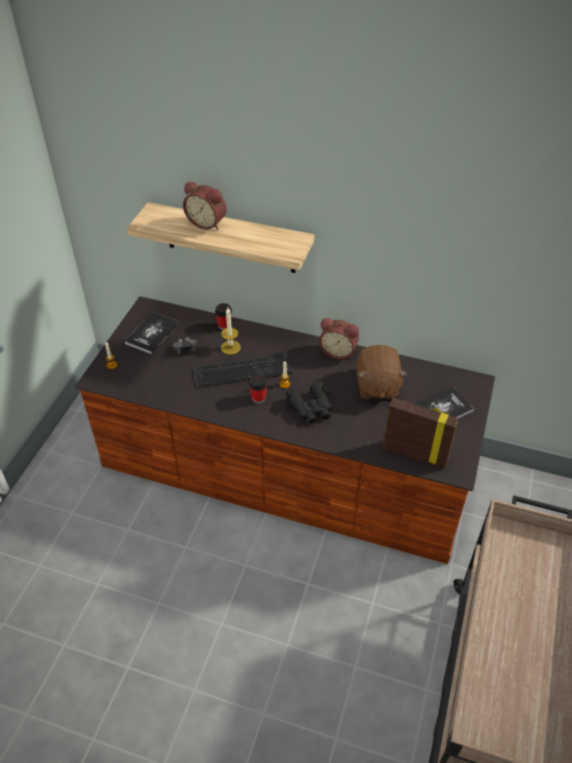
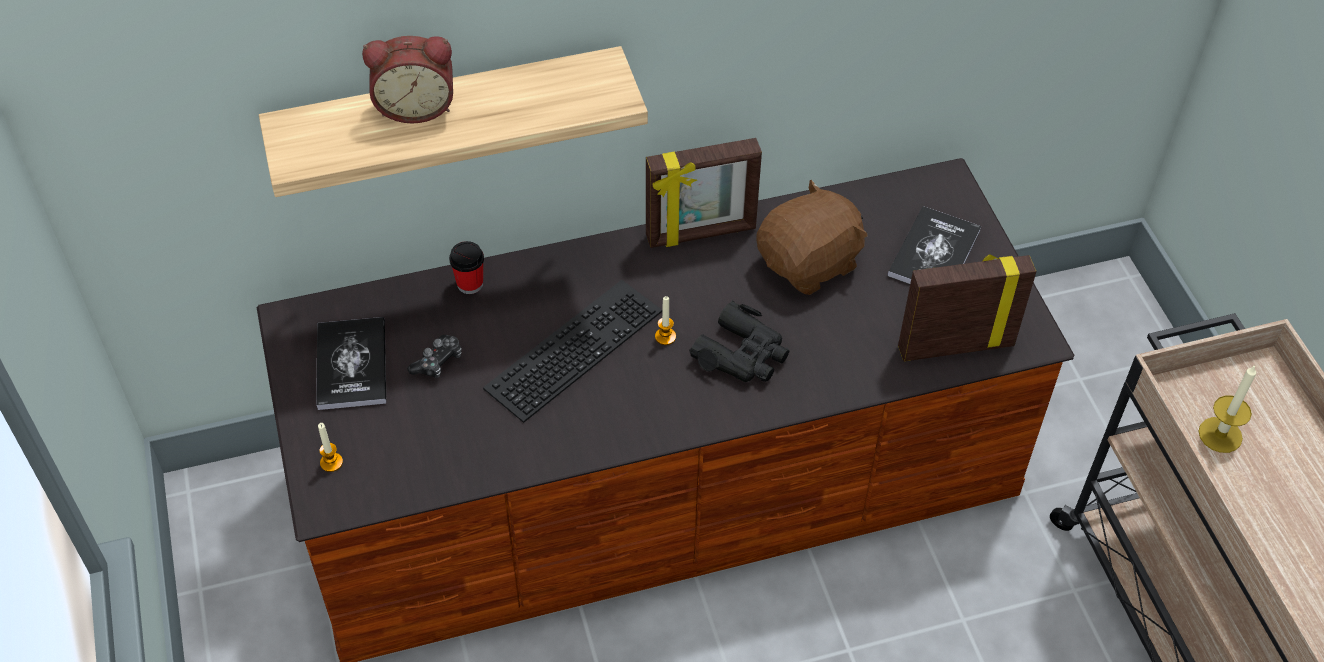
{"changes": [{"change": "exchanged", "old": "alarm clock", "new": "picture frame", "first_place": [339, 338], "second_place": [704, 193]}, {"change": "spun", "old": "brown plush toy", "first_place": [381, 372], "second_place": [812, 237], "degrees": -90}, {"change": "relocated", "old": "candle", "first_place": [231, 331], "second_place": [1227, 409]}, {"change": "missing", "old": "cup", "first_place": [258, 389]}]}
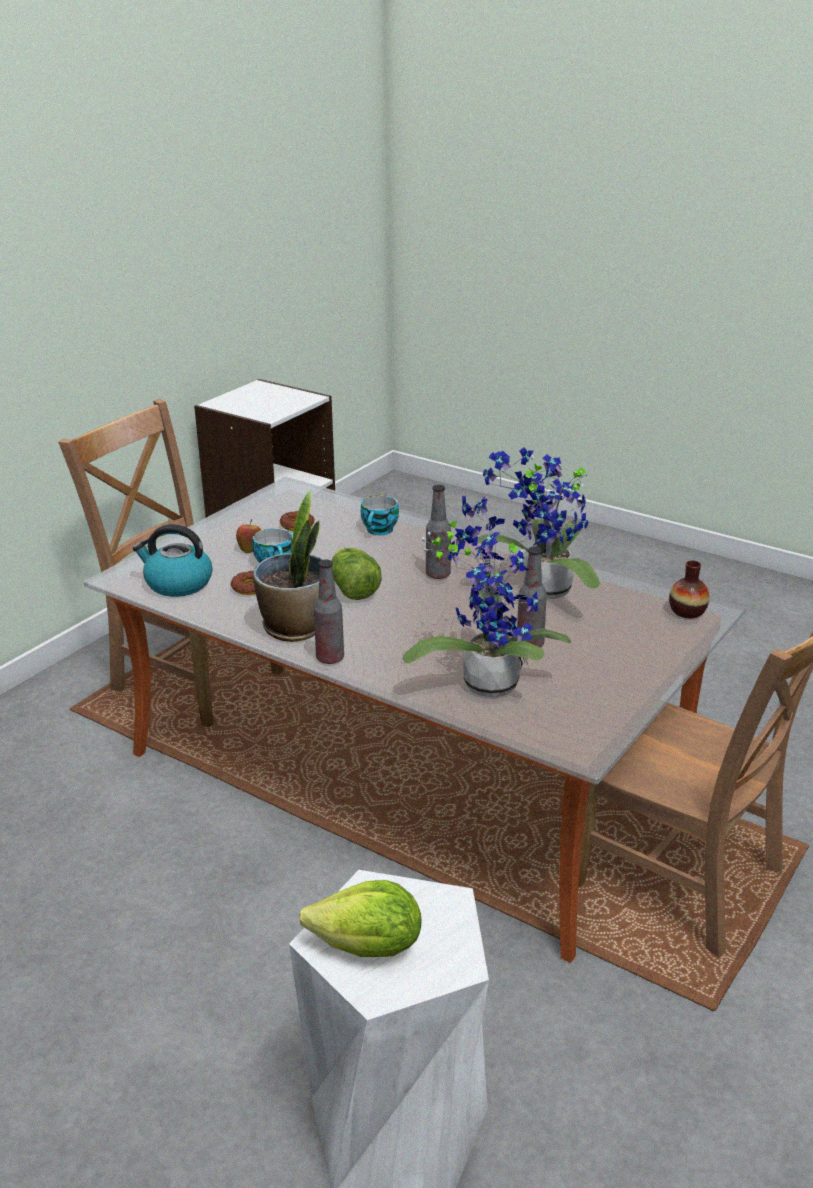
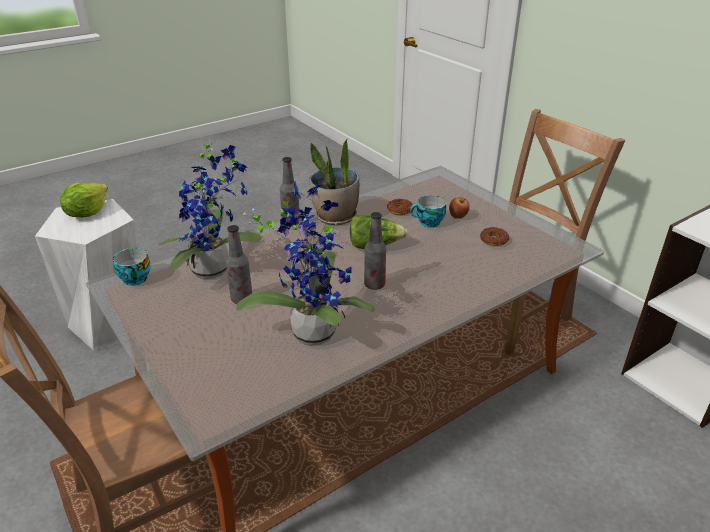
{"changes": [{"change": "relocated", "old": "cup", "first_place": [379, 515], "second_place": [131, 267]}, {"change": "missing", "old": "kettle", "first_place": [172, 560]}, {"change": "missing", "old": "vase", "first_place": [689, 589]}]}
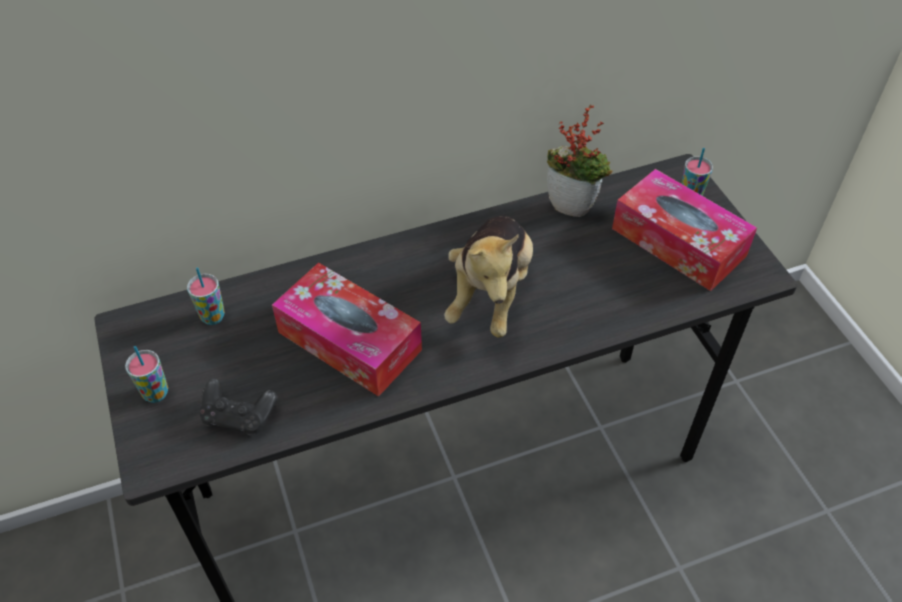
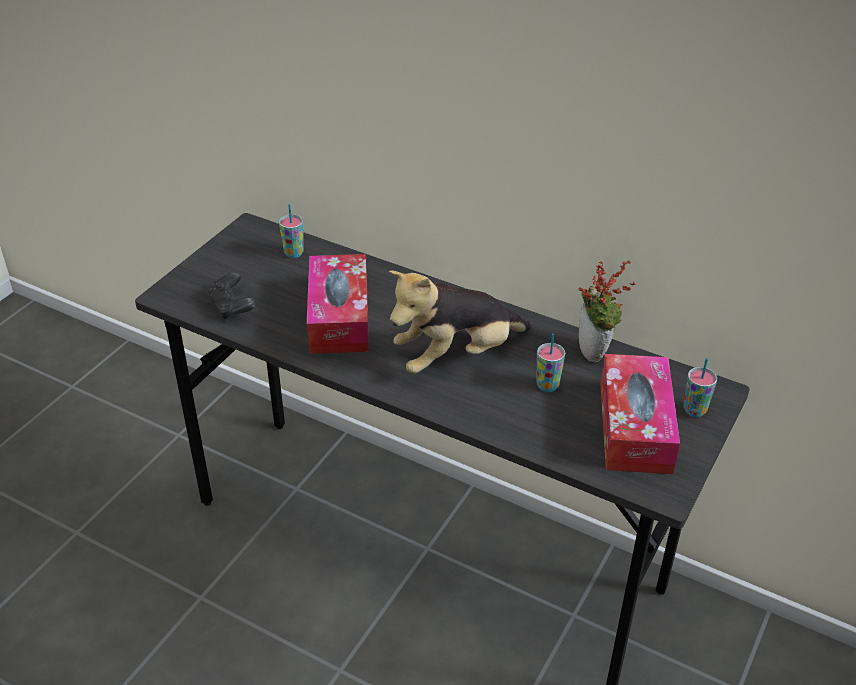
{"changes": [{"change": "relocated", "old": "cup", "first_place": [146, 374], "second_place": [550, 363]}]}
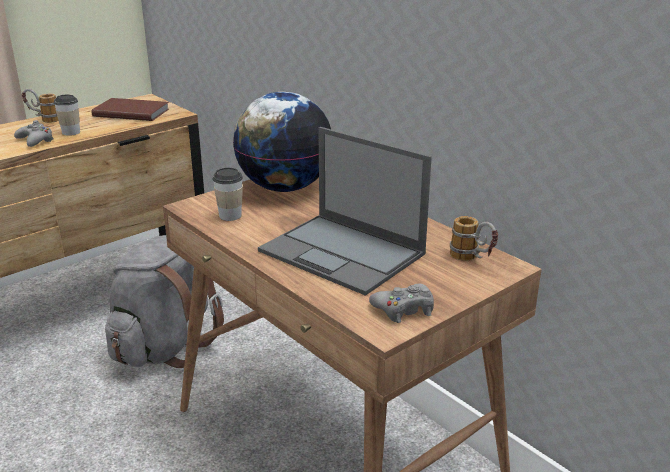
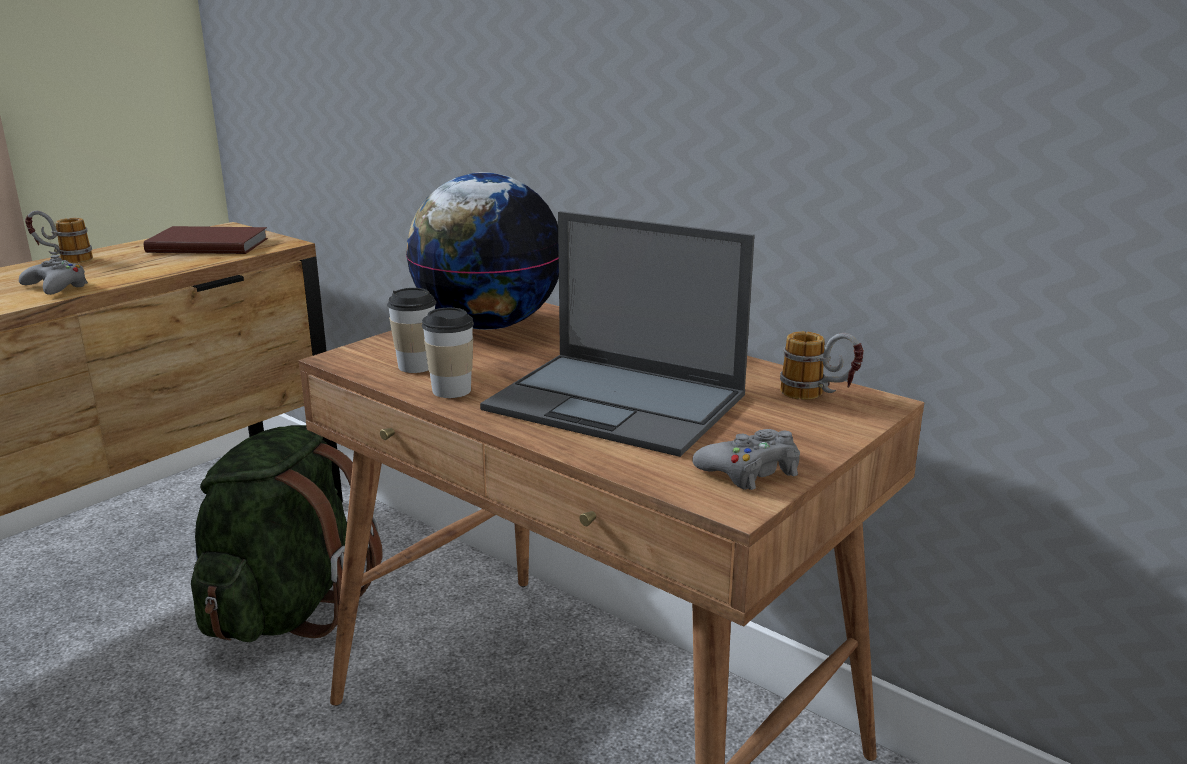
{"changes": [{"change": "colour", "old": "grey backpack", "new": "green backpack", "first_place": [164, 301], "second_place": [287, 533]}, {"change": "relocated", "old": "cup", "first_place": [67, 115], "second_place": [448, 353]}]}
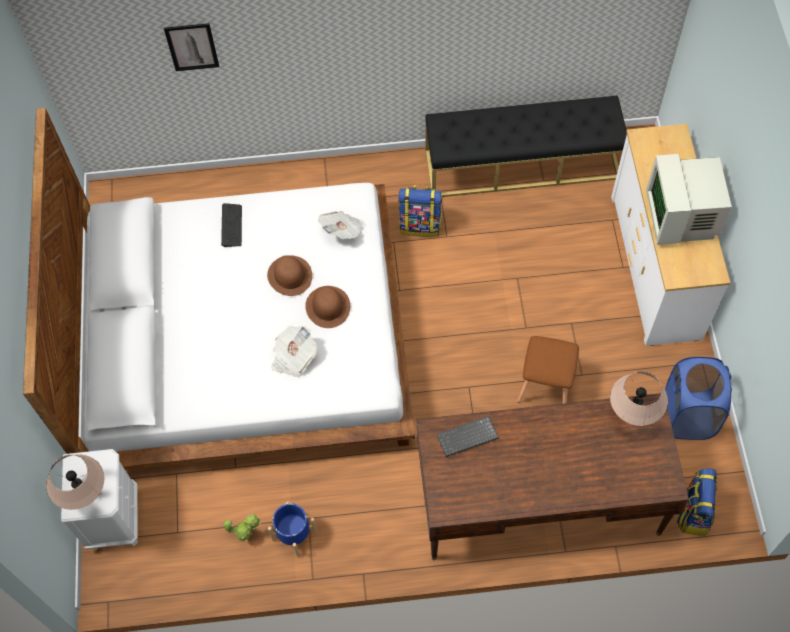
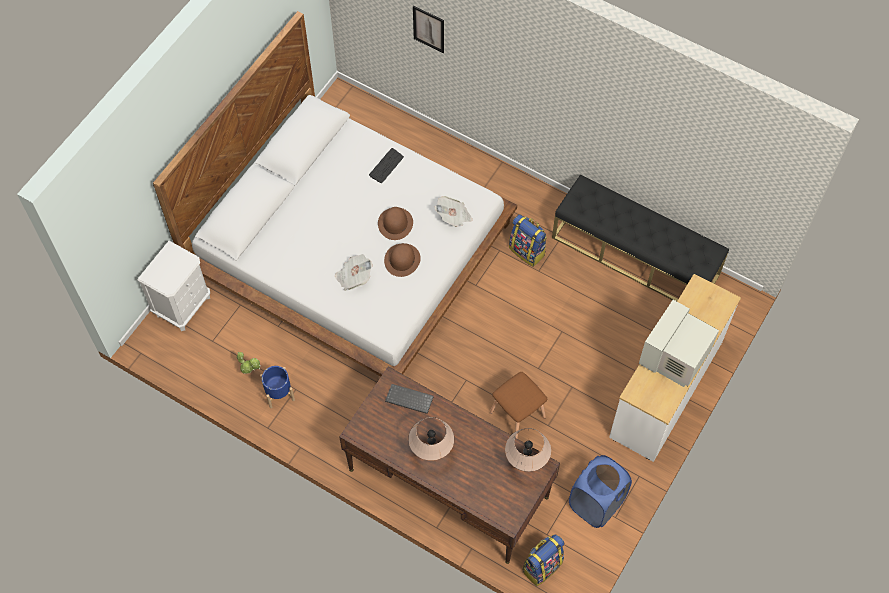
{"changes": [{"change": "relocated", "old": "beige table lamp", "first_place": [75, 482], "second_place": [431, 438]}]}
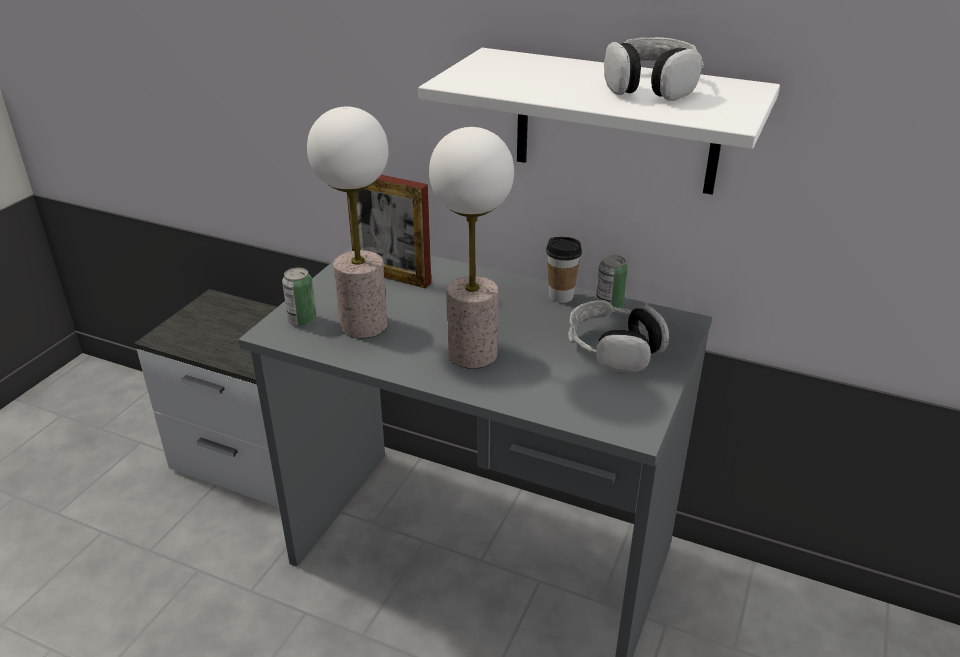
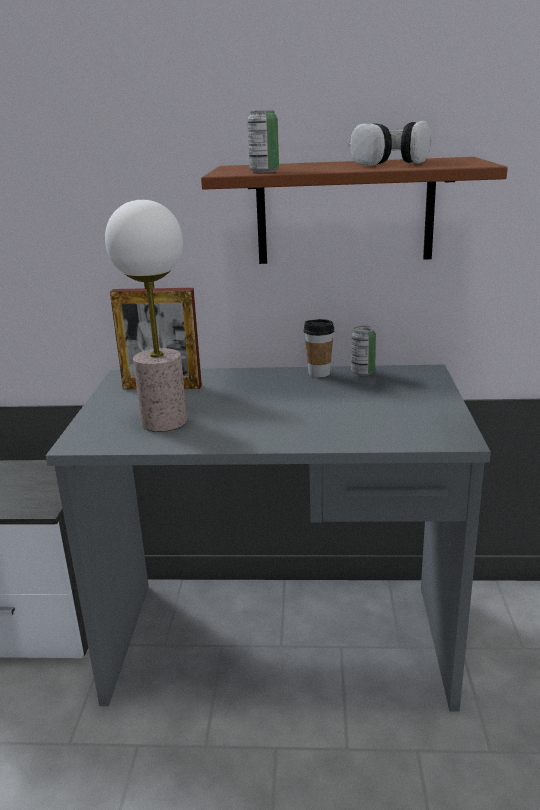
{"changes": [{"change": "colour", "old": "white shelf", "new": "brown shelf", "first_place": [599, 121], "second_place": [354, 210]}, {"change": "relocated", "old": "can", "first_place": [299, 296], "second_place": [263, 141]}, {"change": "missing", "old": "table lamp", "first_place": [471, 248]}, {"change": "missing", "old": "headphones", "first_place": [618, 336]}]}
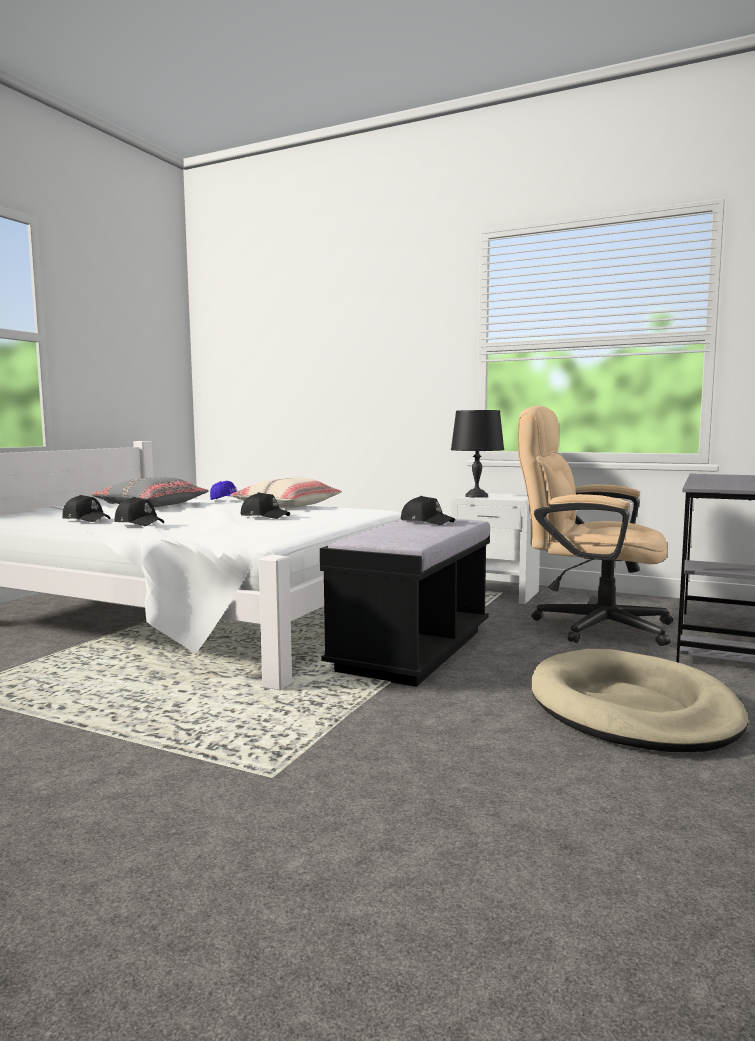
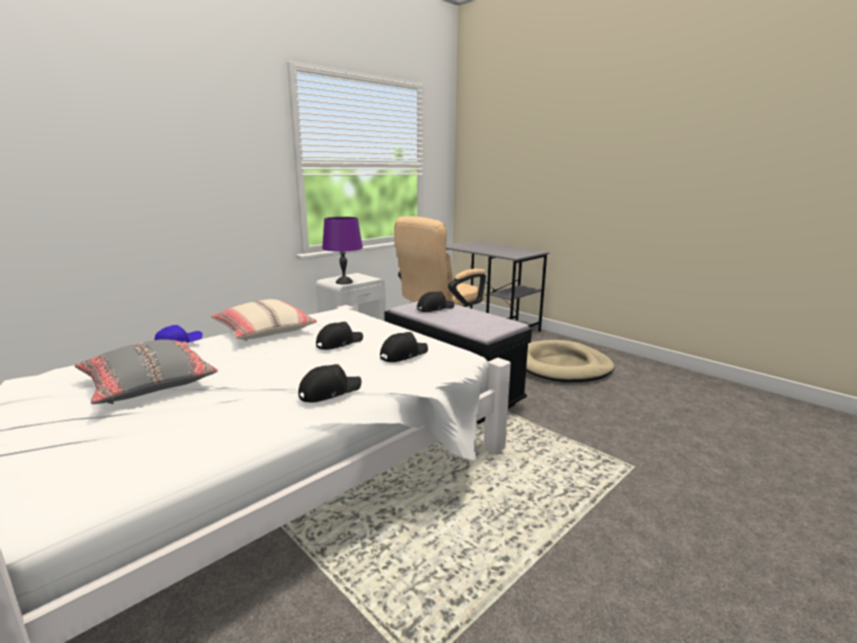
{"changes": [{"change": "colour", "old": "black table lamp", "new": "purple table lamp", "first_place": [477, 454], "second_place": [342, 250]}, {"change": "relocated", "old": "black cap", "first_place": [86, 508], "second_place": [404, 347]}]}
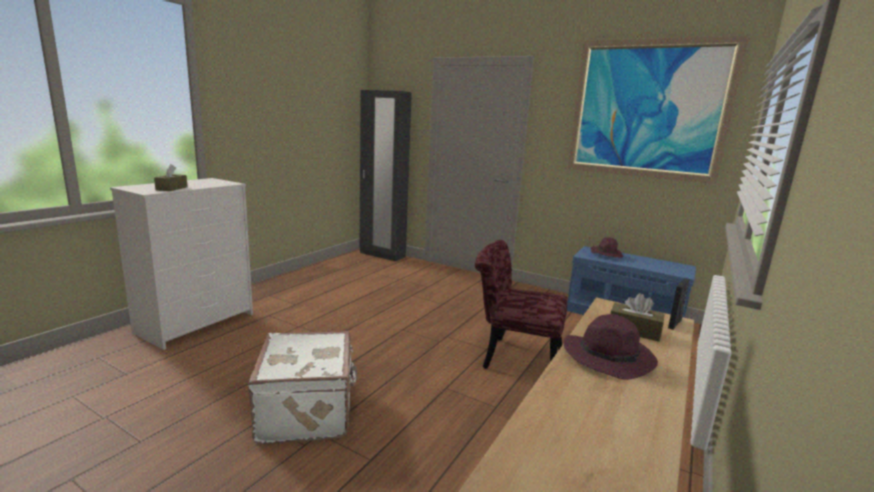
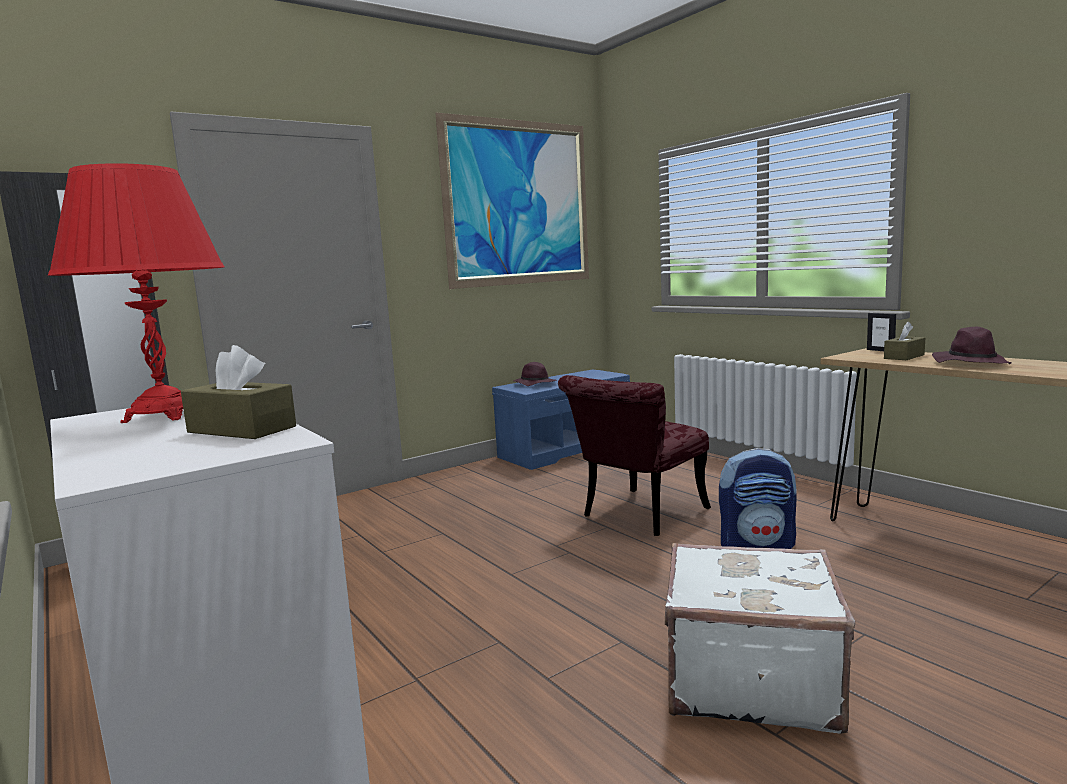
{"changes": [{"change": "appeared", "new": "red table lamp", "second_place": [136, 293]}, {"change": "appeared", "new": "backpack", "second_place": [758, 498]}]}
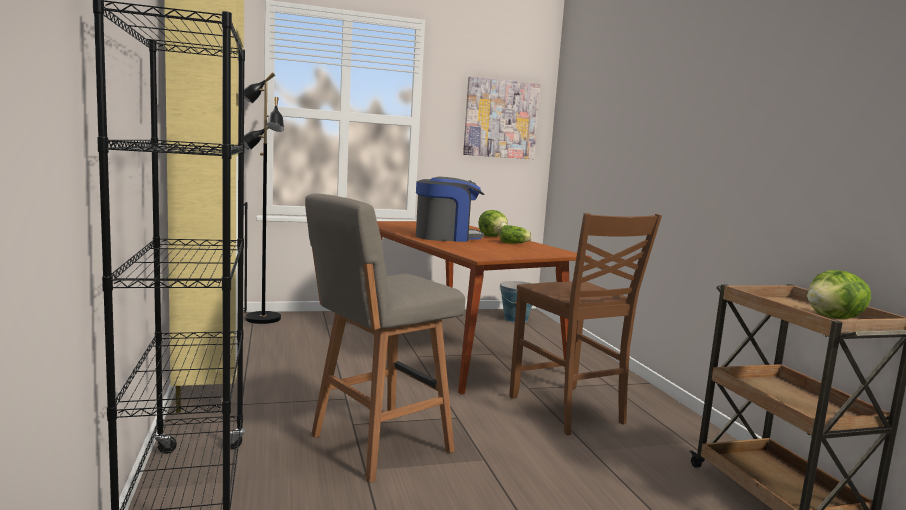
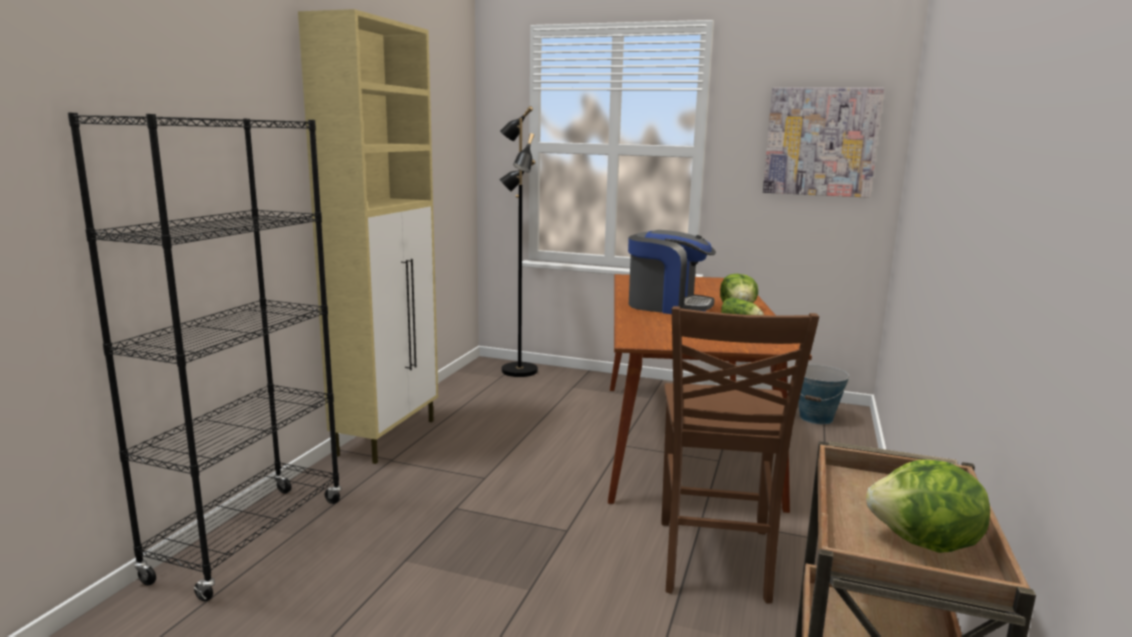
{"changes": [{"change": "missing", "old": "grey stool", "first_place": [385, 338]}]}
